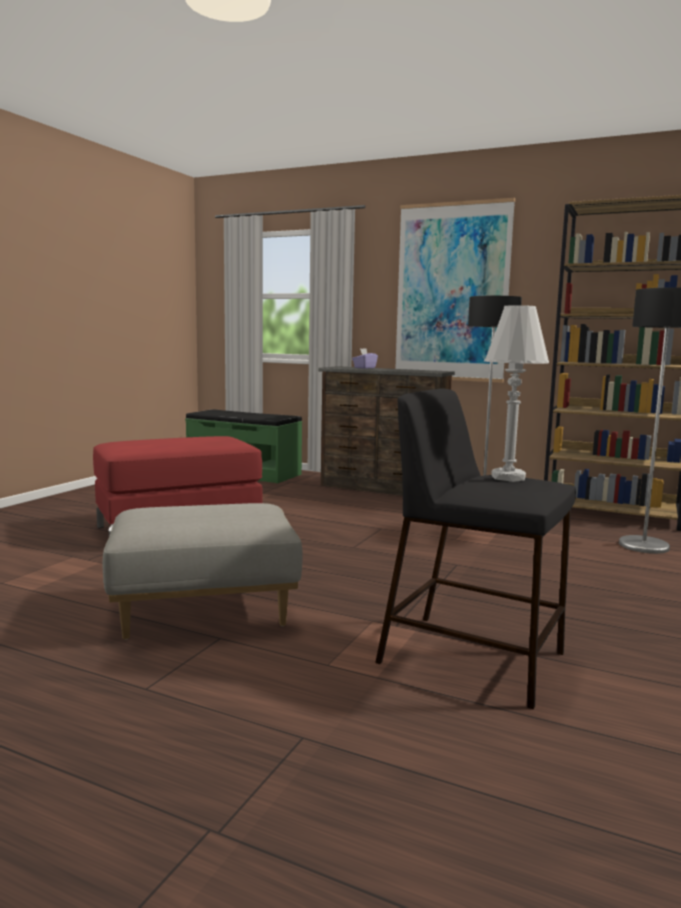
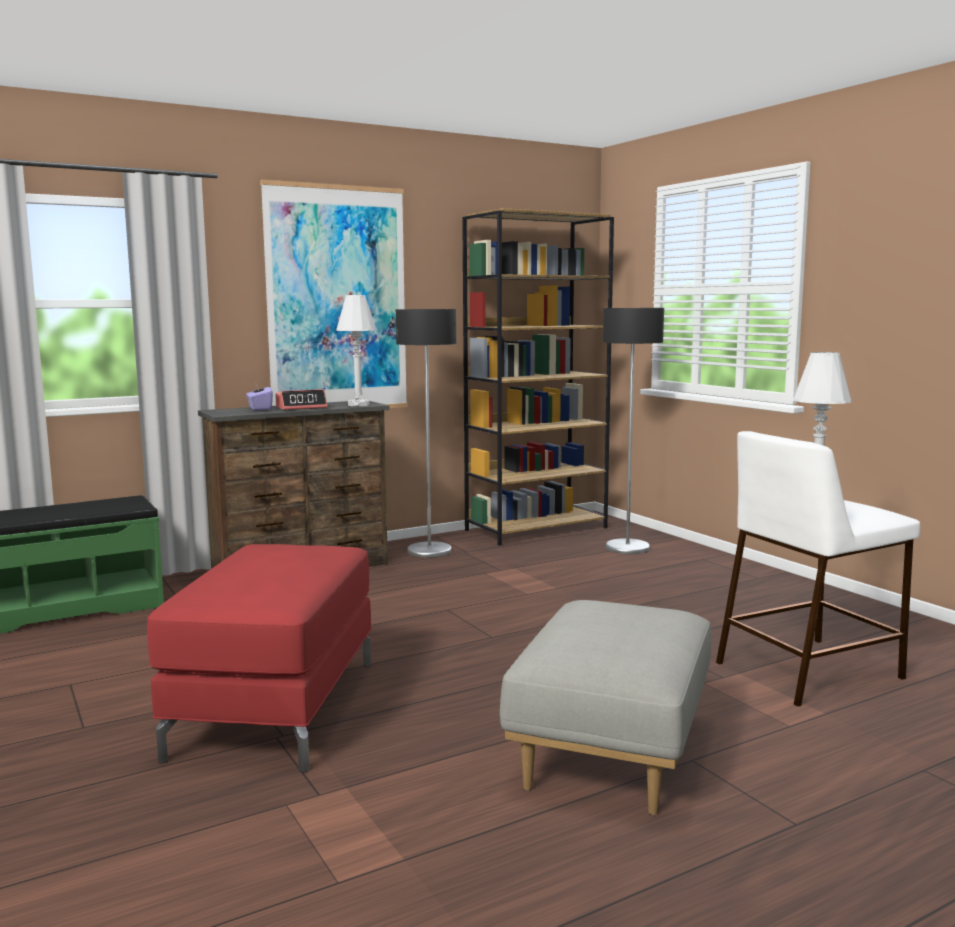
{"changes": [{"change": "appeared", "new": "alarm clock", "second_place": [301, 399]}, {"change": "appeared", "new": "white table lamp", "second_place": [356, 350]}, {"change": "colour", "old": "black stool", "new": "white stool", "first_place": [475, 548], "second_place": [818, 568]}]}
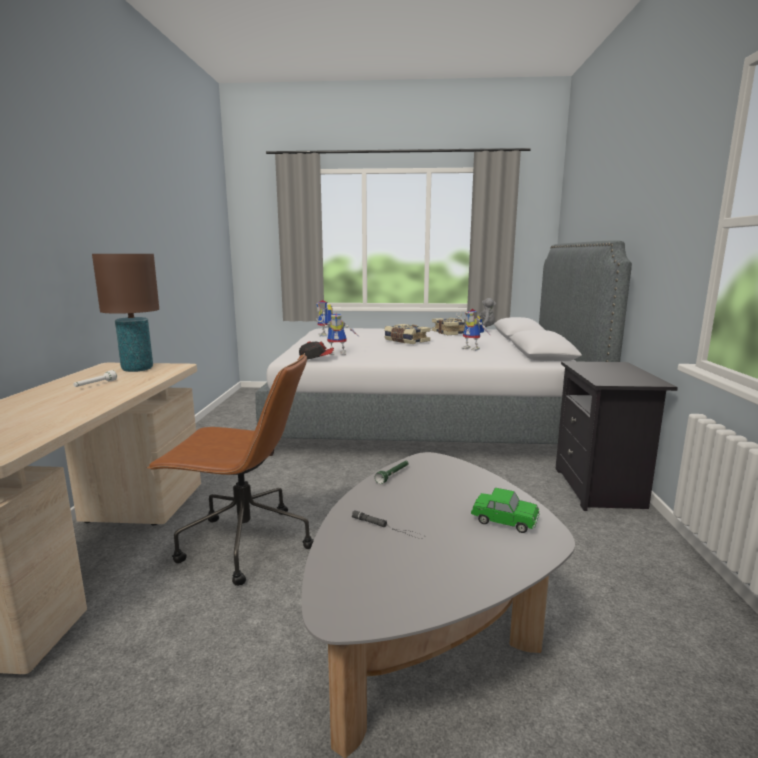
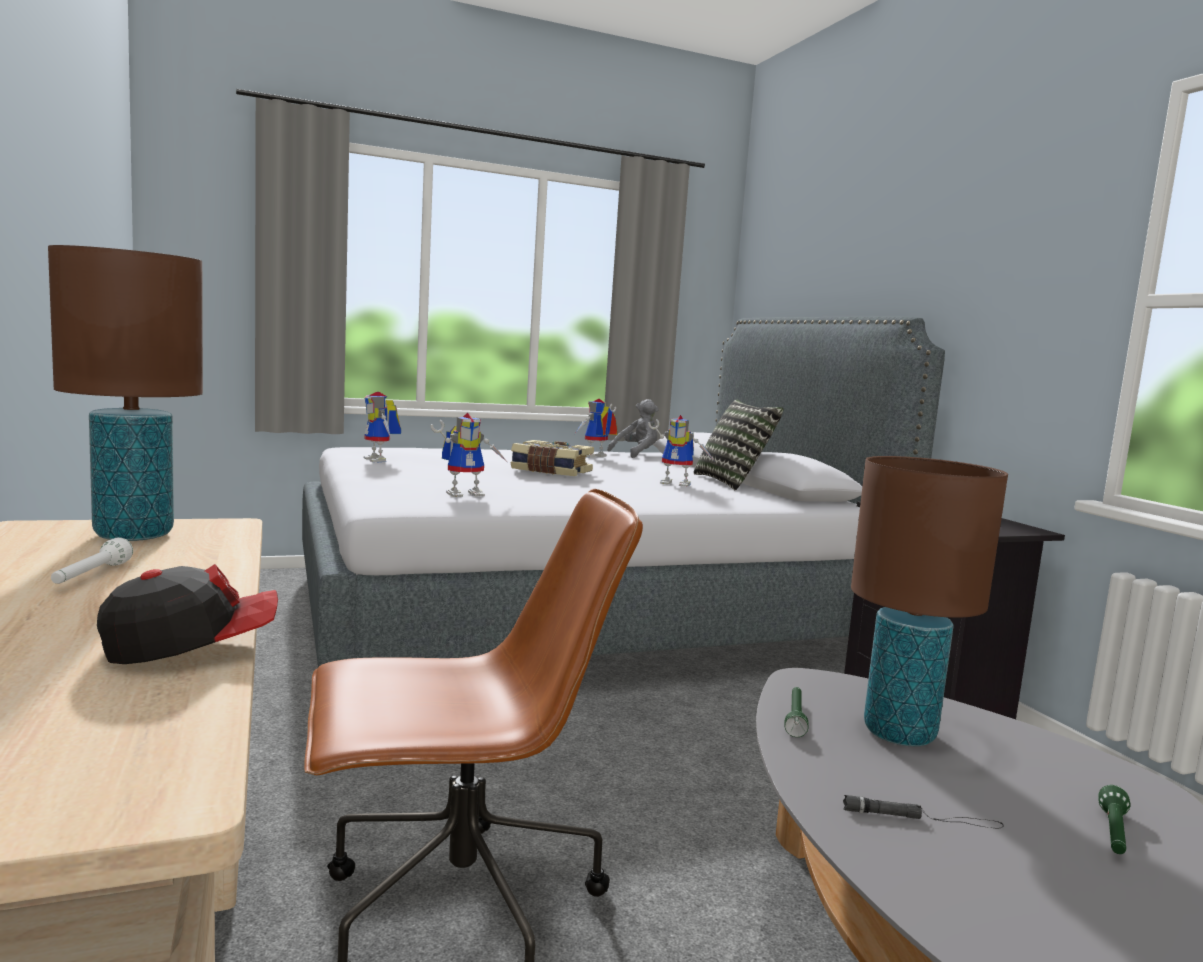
{"changes": [{"change": "relocated", "old": "cap", "first_place": [316, 350], "second_place": [187, 614]}, {"change": "exchanged", "old": "book", "new": "toy robot", "first_place": [449, 326], "second_place": [596, 428]}, {"change": "appeared", "new": "pillow", "second_place": [739, 445]}, {"change": "appeared", "new": "brown table lamp", "second_place": [929, 601]}, {"change": "appeared", "new": "green flashlight", "second_place": [1114, 819]}, {"change": "missing", "old": "toy car", "first_place": [505, 510]}]}
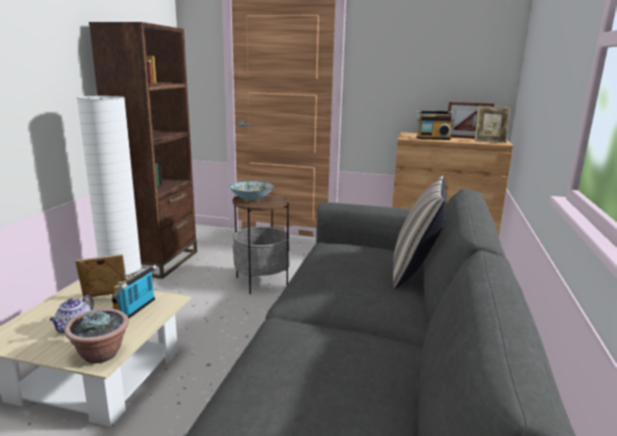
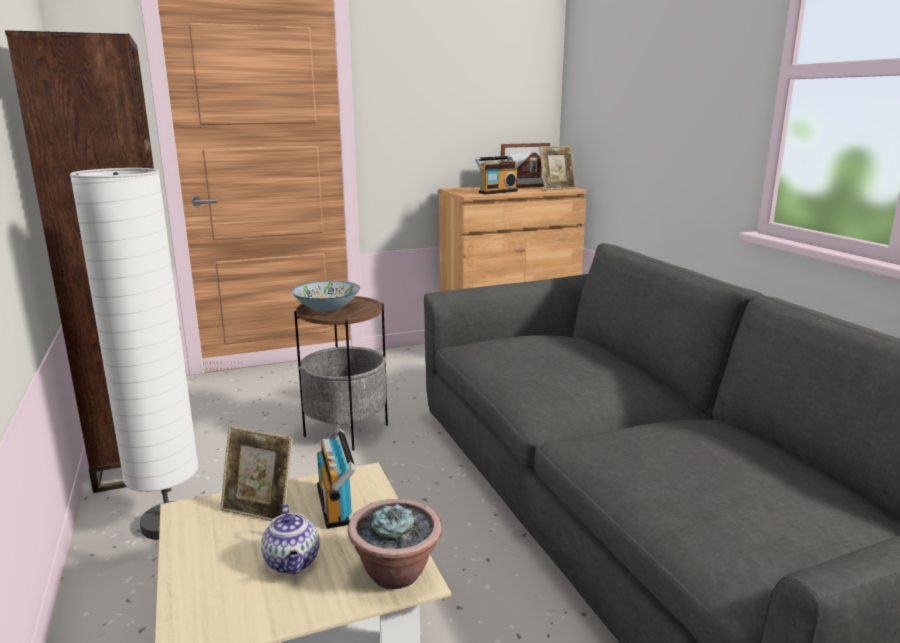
{"changes": [{"change": "spun", "old": "picture frame", "first_place": [100, 276], "second_place": [256, 473], "degrees": -105}, {"change": "missing", "old": "pillow", "first_place": [420, 232]}]}
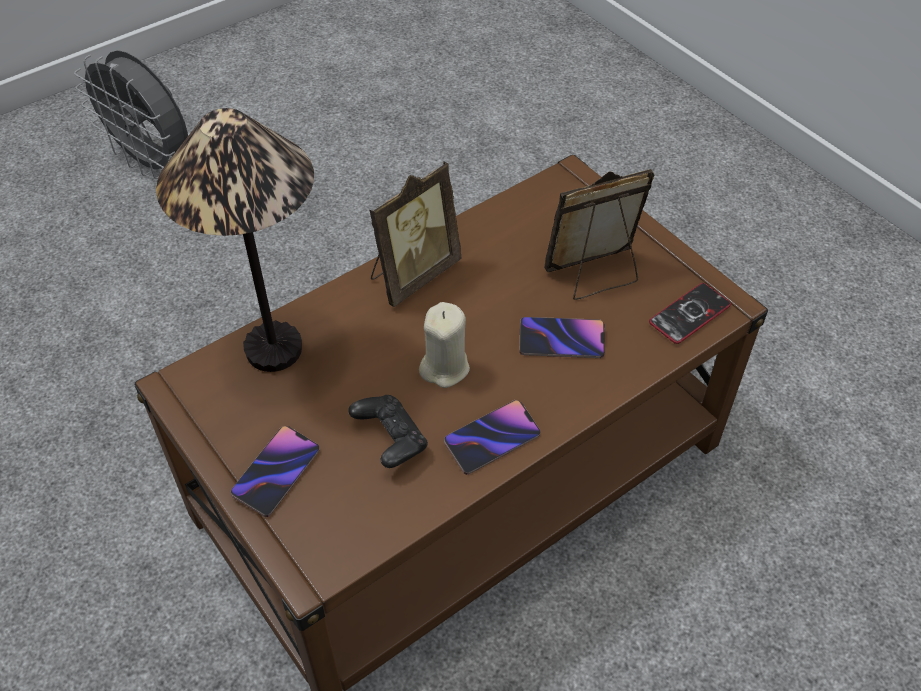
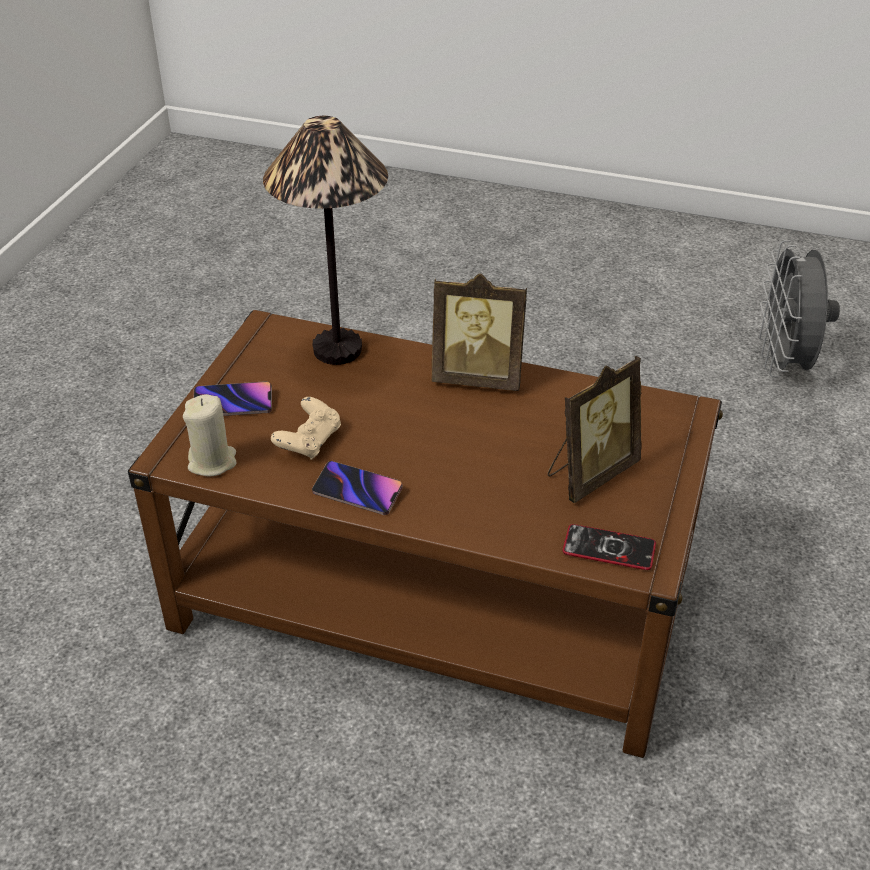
{"changes": [{"change": "relocated", "old": "beige candle", "first_place": [444, 345], "second_place": [210, 435]}, {"change": "colour", "old": "black game controller", "new": "beige game controller", "first_place": [388, 431], "second_place": [306, 428]}, {"change": "spun", "old": "picture frame", "first_place": [599, 234], "second_place": [594, 429], "degrees": 105}, {"change": "relocated", "old": "grey fan", "first_place": [131, 114], "second_place": [799, 308]}, {"change": "missing", "old": "phone", "first_place": [562, 337]}]}
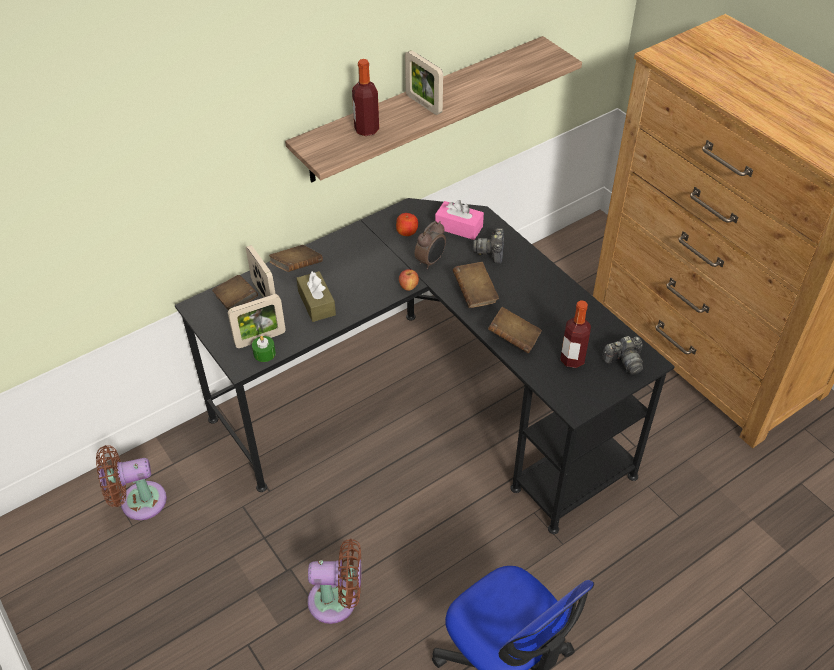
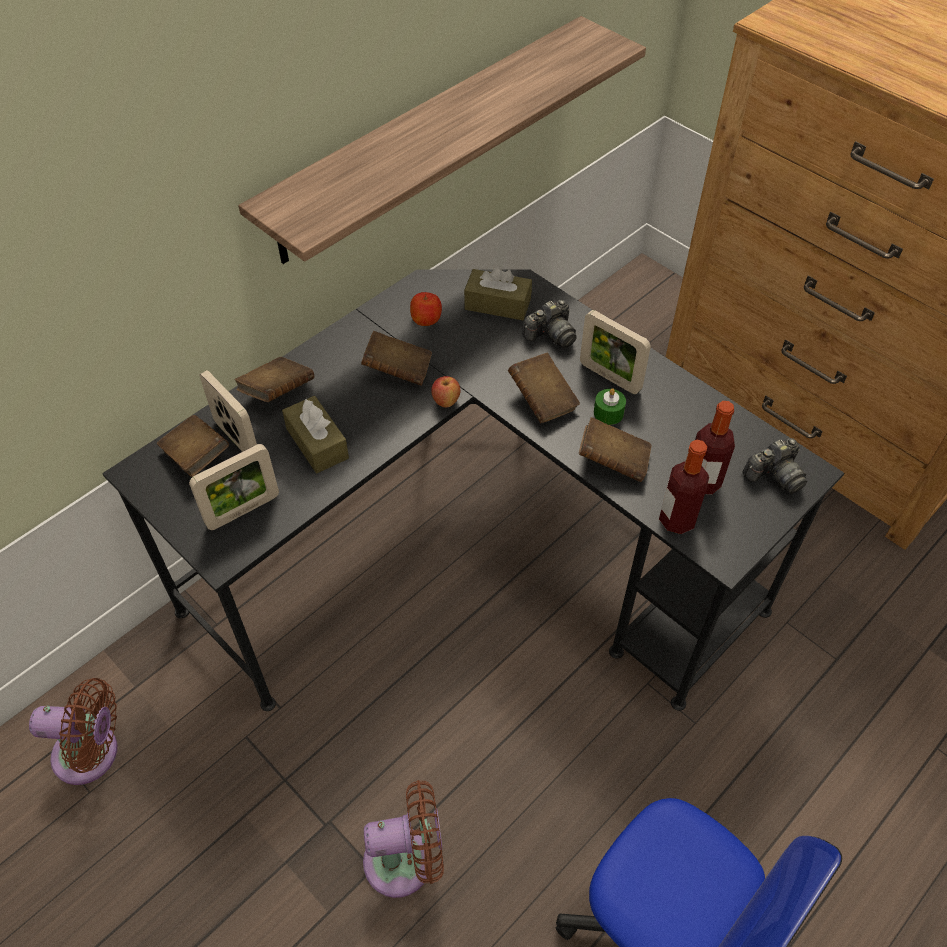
{"changes": [{"change": "spun", "old": "brown fan", "first_place": [131, 482], "second_place": [73, 731], "degrees": -150}, {"change": "appeared", "new": "brown book", "second_place": [396, 358]}, {"change": "colour", "old": "pink tissue box", "new": "brown tissue box", "first_place": [459, 220], "second_place": [498, 293]}, {"change": "spun", "old": "photo camera", "first_place": [488, 245], "second_place": [549, 324], "degrees": -120}, {"change": "relocated", "old": "picture frame", "first_place": [424, 82], "second_place": [615, 352]}, {"change": "relocated", "old": "green candle", "first_place": [264, 349], "second_place": [610, 406]}, {"change": "relocated", "old": "bottle", "first_place": [365, 97], "second_place": [684, 487]}, {"change": "missing", "old": "alarm clock", "first_place": [430, 245]}]}
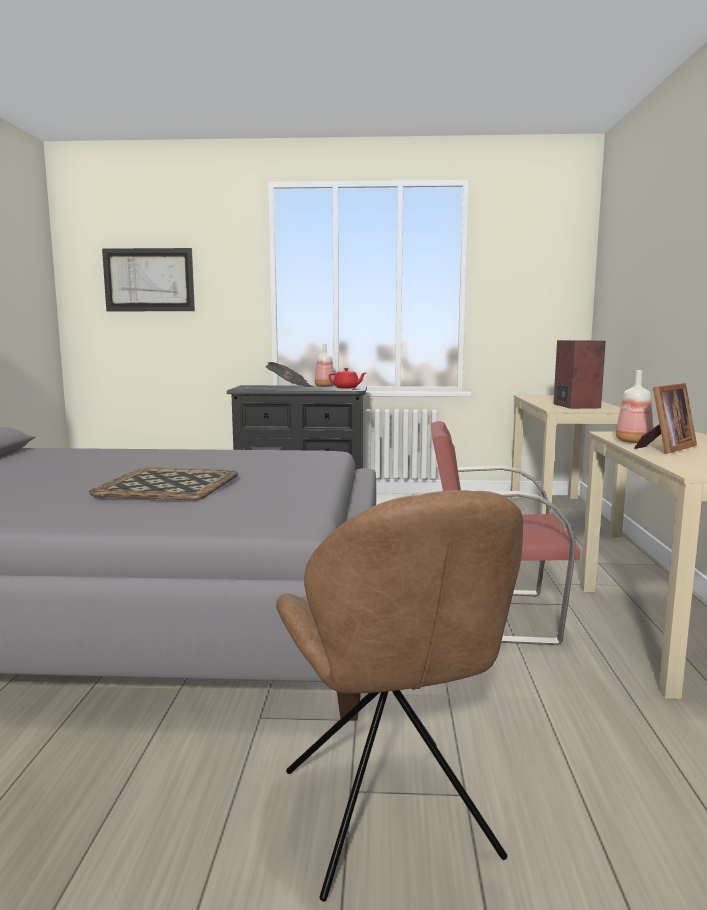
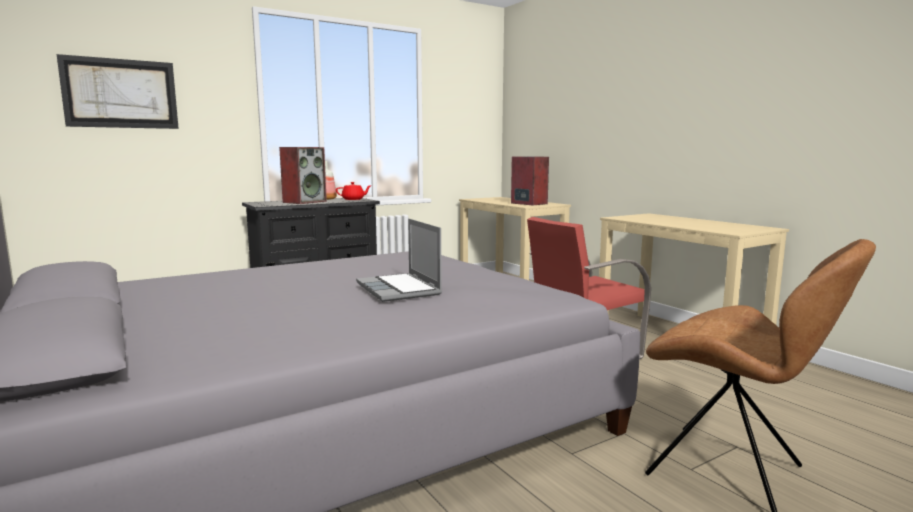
{"changes": [{"change": "exchanged", "old": "newspaper", "new": "speaker", "first_place": [289, 374], "second_place": [303, 175]}, {"change": "exchanged", "old": "tray", "new": "laptop", "first_place": [163, 483], "second_place": [399, 260]}, {"change": "missing", "old": "bottle", "first_place": [634, 406]}, {"change": "missing", "old": "picture frame", "first_place": [665, 418]}]}
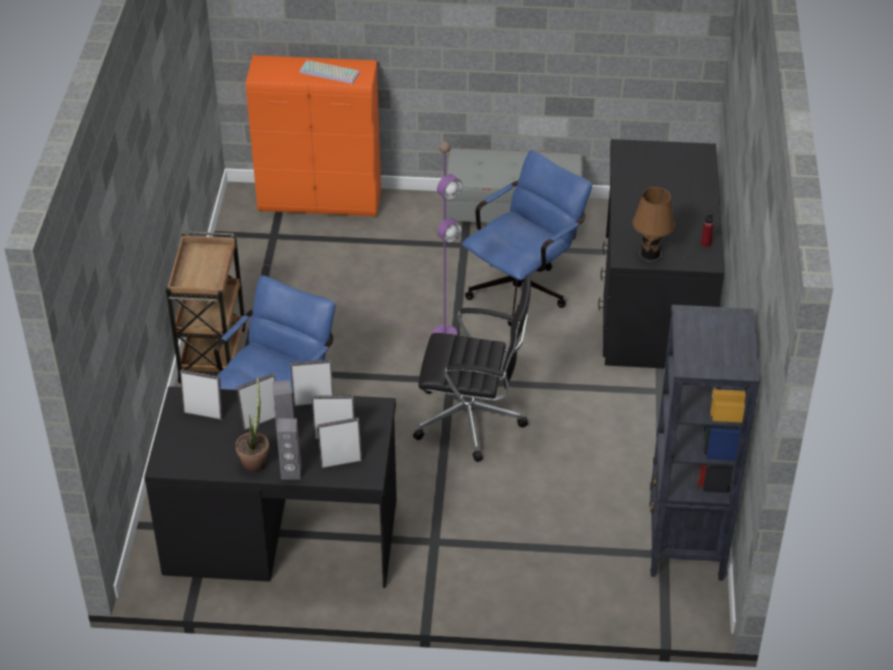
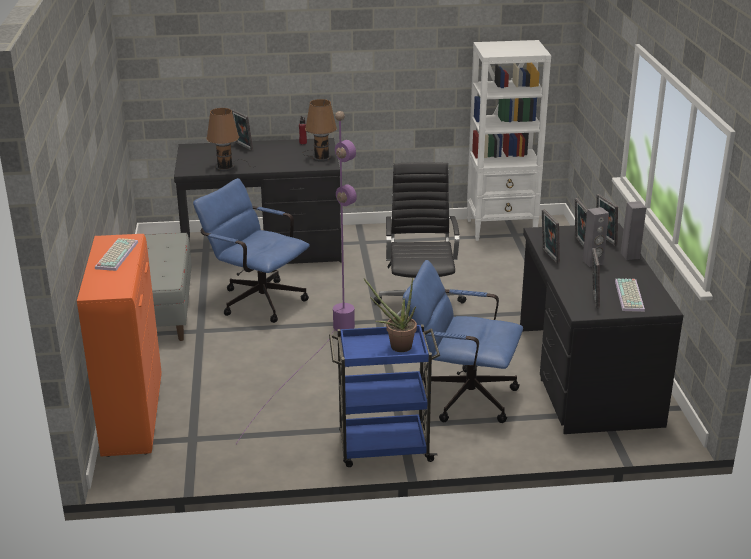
{"changes": [{"change": "appeared", "new": "brown table lamp", "second_place": [230, 139]}, {"change": "relocated", "old": "picture frame", "first_place": [256, 402], "second_place": [242, 130]}, {"change": "colour", "old": "brown cart", "new": "blue cart", "first_place": [206, 307], "second_place": [384, 395]}, {"change": "relocated", "old": "potted plant", "first_place": [252, 423], "second_place": [390, 314]}, {"change": "colour", "old": "black bookcase", "new": "white bookcase", "first_place": [704, 443], "second_place": [509, 140]}, {"change": "appeared", "new": "keyboard", "second_place": [630, 295]}]}
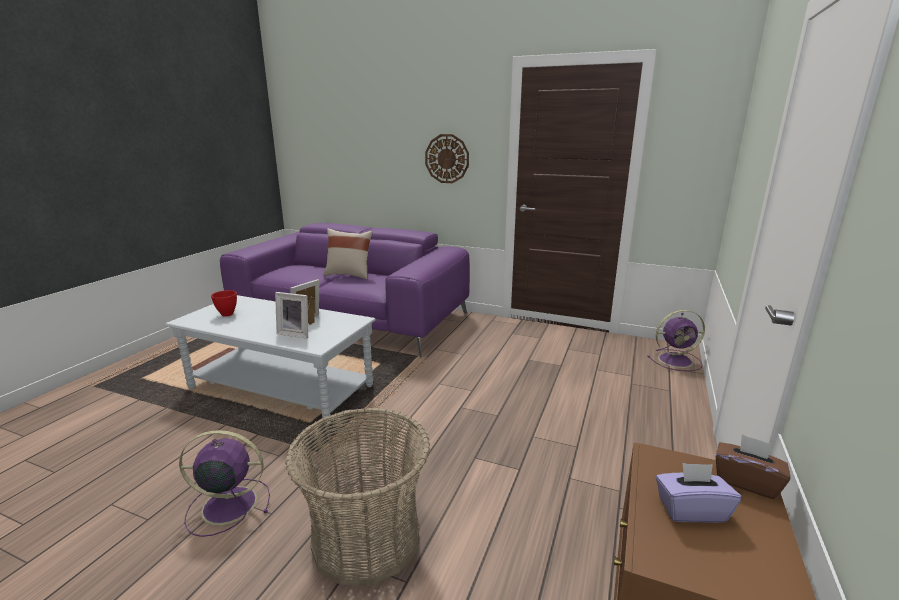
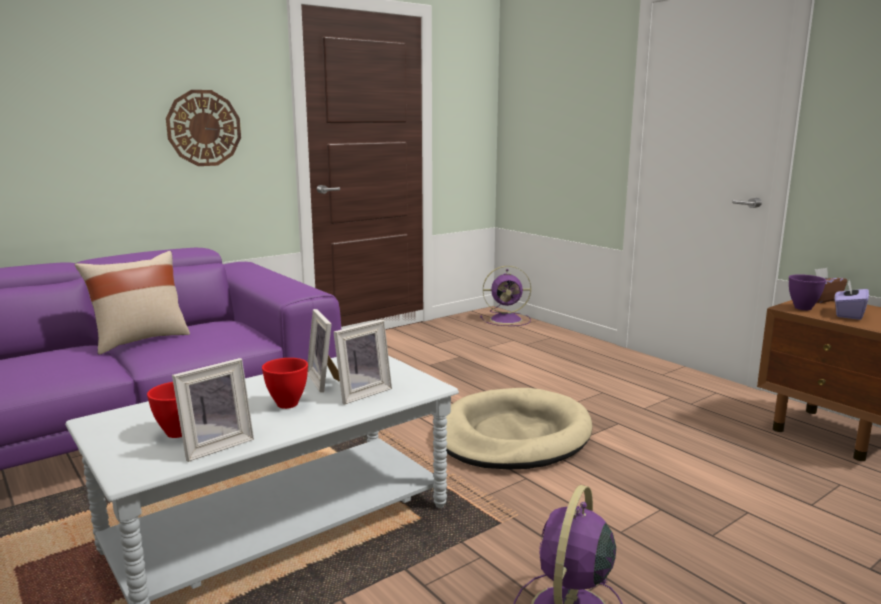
{"changes": [{"change": "appeared", "new": "picture frame", "second_place": [213, 410]}, {"change": "appeared", "new": "red bowl", "second_place": [285, 383]}, {"change": "appeared", "new": "beige dog bed", "second_place": [519, 429]}, {"change": "spun", "old": "purple fan", "first_place": [676, 340], "second_place": [505, 296], "degrees": 60}, {"change": "appeared", "new": "purple bowl", "second_place": [807, 292]}, {"change": "missing", "old": "basket", "first_place": [357, 496]}]}
